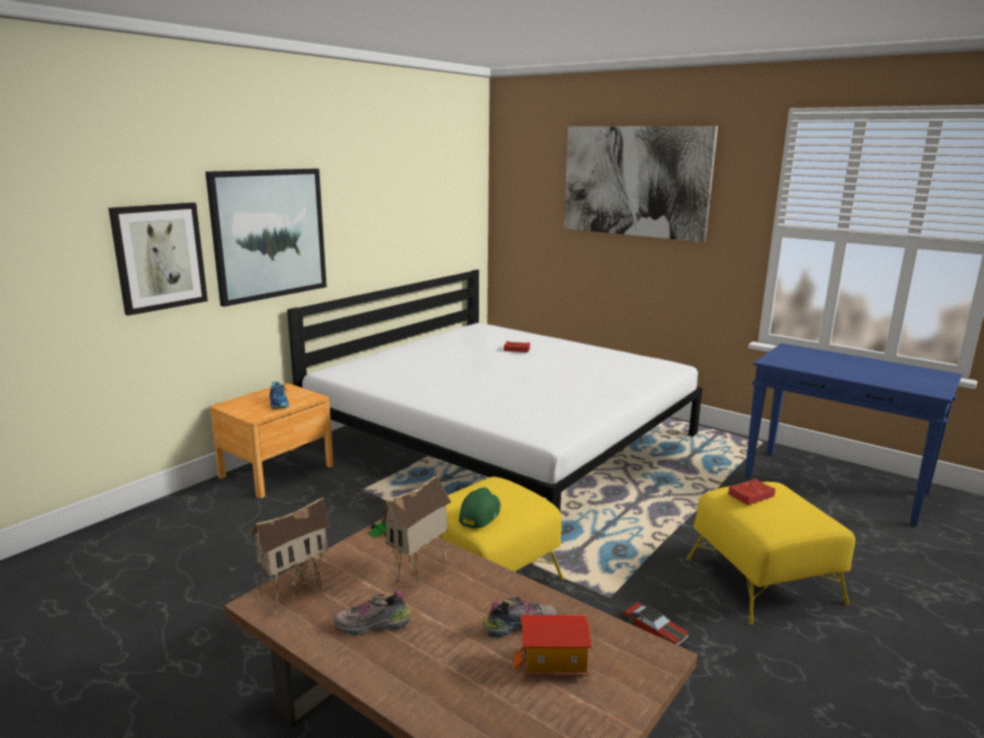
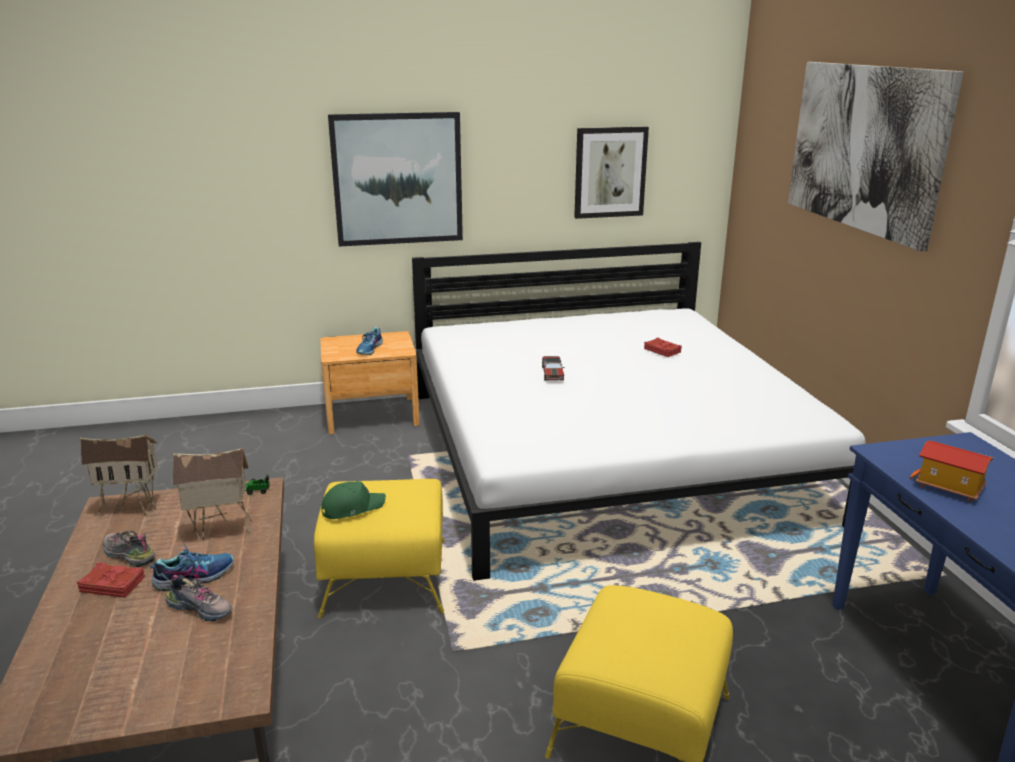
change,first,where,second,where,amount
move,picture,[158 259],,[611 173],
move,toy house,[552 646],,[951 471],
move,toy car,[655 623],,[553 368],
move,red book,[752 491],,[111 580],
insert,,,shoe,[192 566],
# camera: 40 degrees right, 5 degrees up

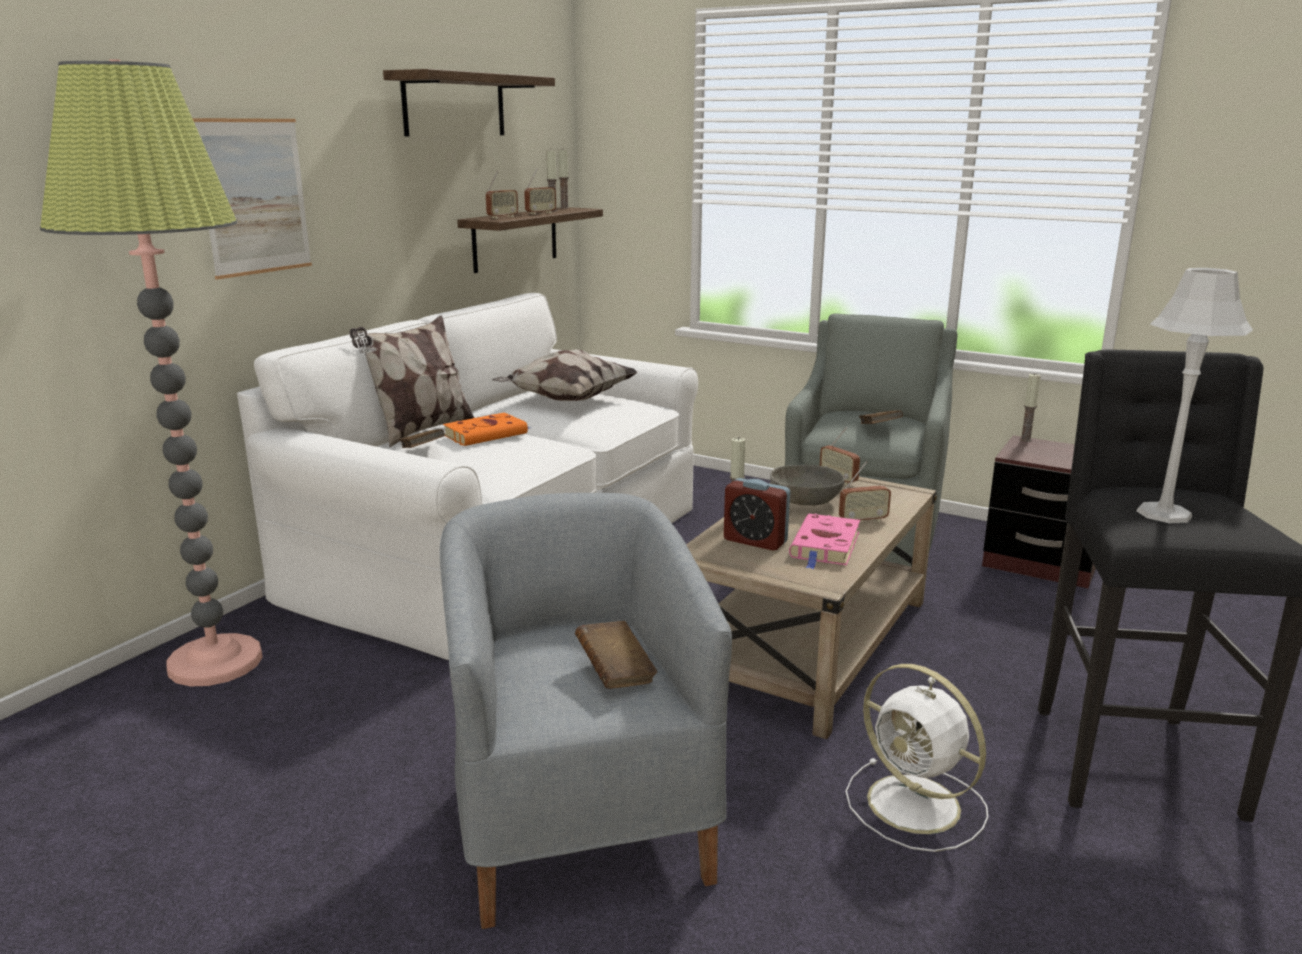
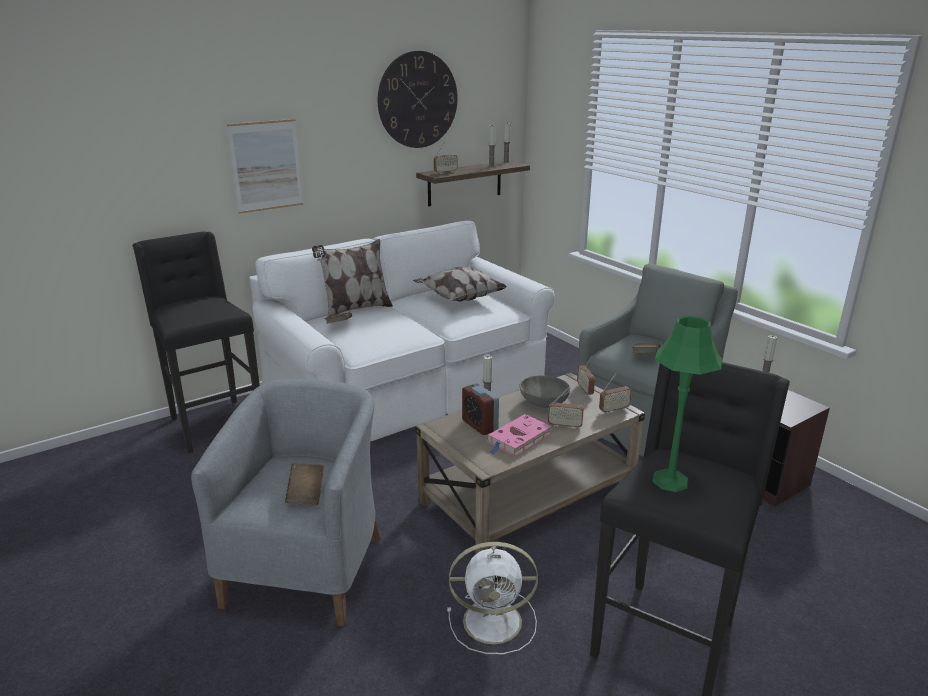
change,first,where,second,where,amount
replace,floor lamp,[151 372],black stool,[196 343],
replace,shelf,[469 103],wall clock,[418 99],
delete,orange book,[486 429],,,
move,radio,[540 191],,[615 393],
rotate,white fan,[916 758],,[492 598],75 degrees counterclockwise
recolor,grey table lamp,[1194 395],green table lamp,[687 403],
# camera: 25 degrees right, 5 degrees up

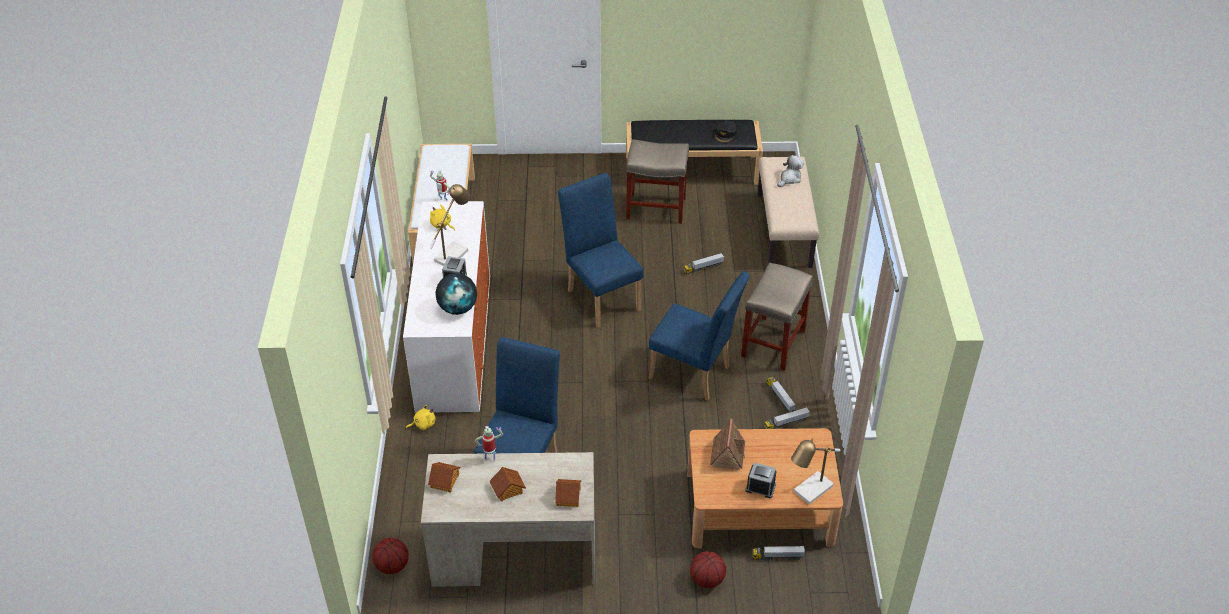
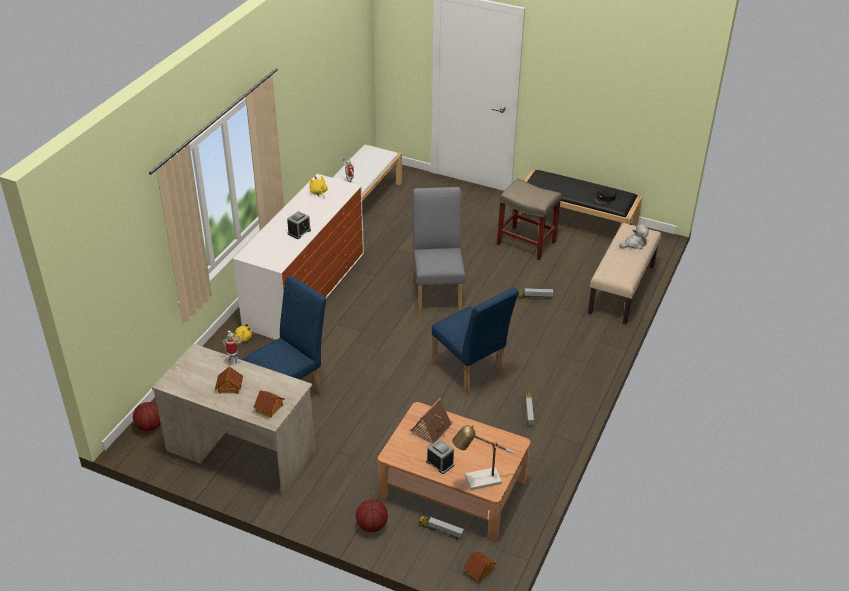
change,first,where,second,where,amount
move,toy house,[444 477],,[479 567],
delete,table lamp,[449 225],,,
delete,globe,[456 294],,,
recolor,blue chair,[601 250],grey chair,[439 250],
delete,beige stool,[777 317],,,
delete,toy truck,[787 418],,,
# camera: 25 degrees right, 5 degrees down

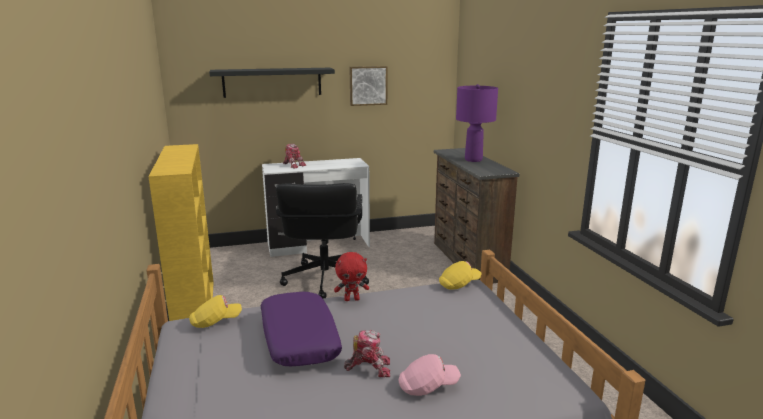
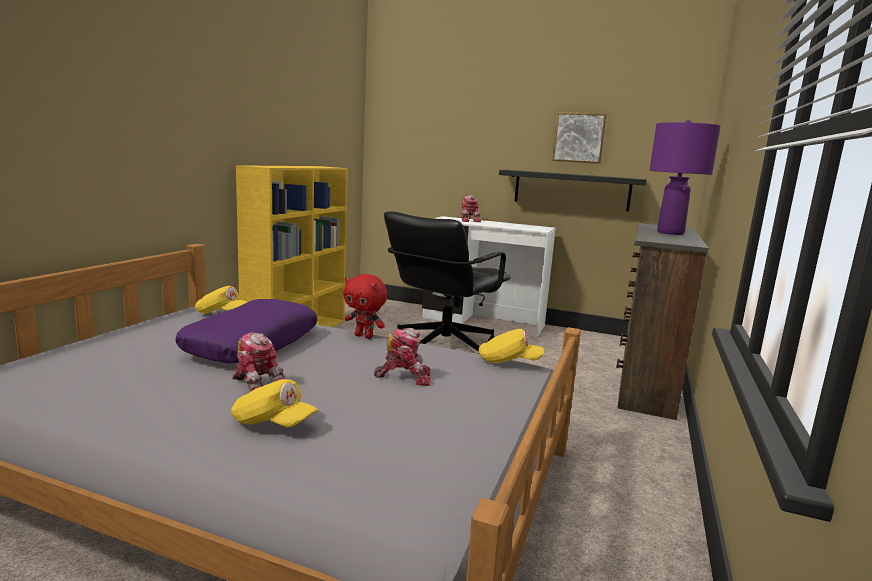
change,first,where,second,where,amount
move,black shelf,[272 83],,[573 190],
recolor,pink cap,[429 375],yellow cap,[274 403],
insert,,,toy robot,[402 357],
# camera: 35 degrees right, 5 degrees down

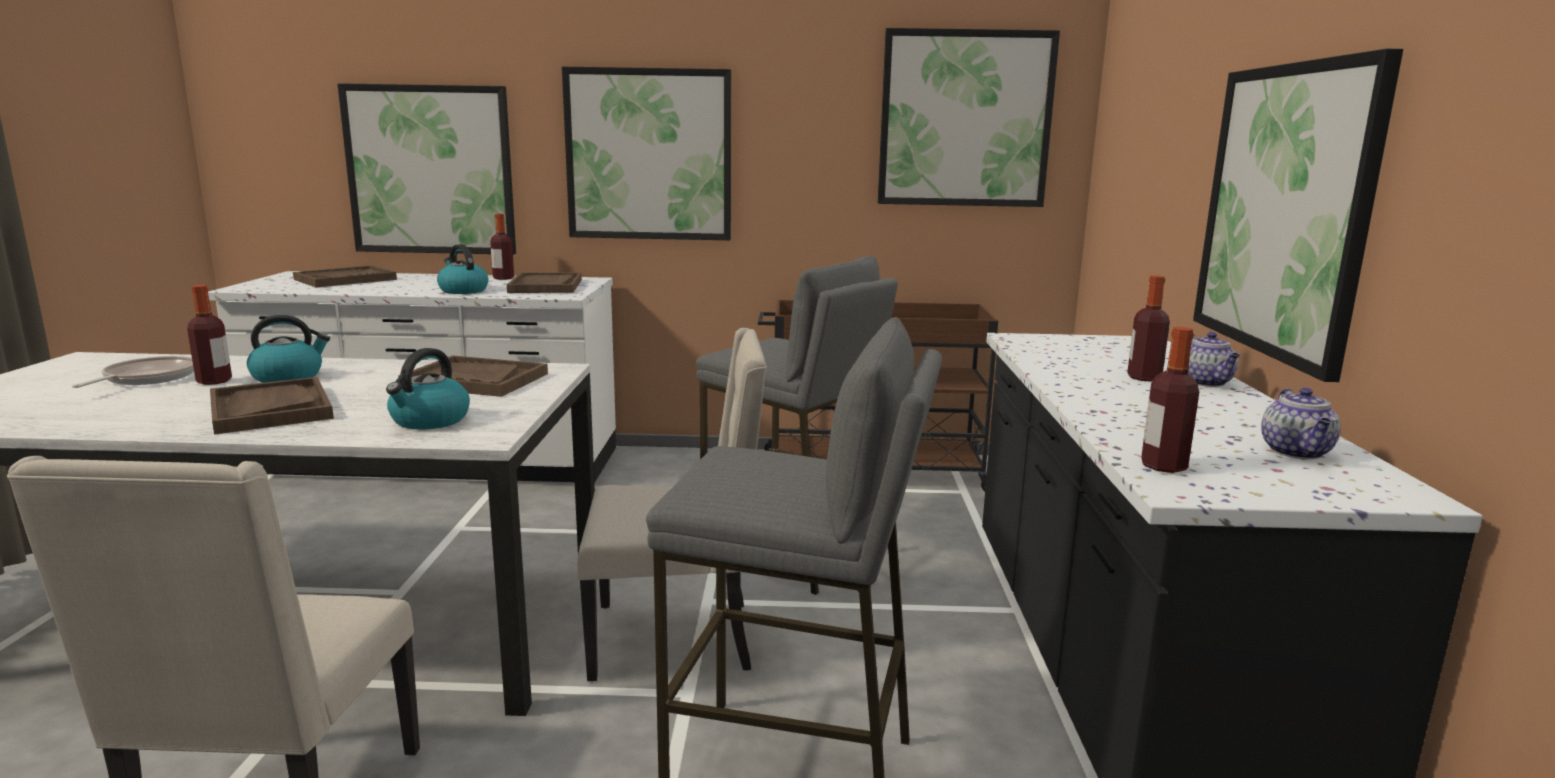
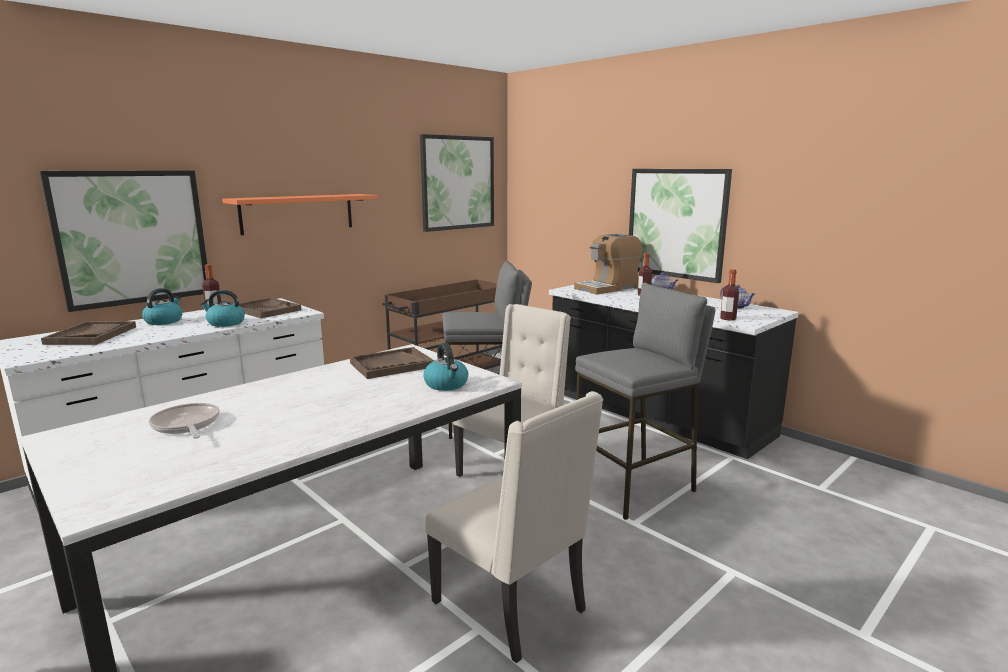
change,first,where,second,where,amount
delete,bottle,[209 335],,,
delete,brown tray,[272 406],,,
move,kettle,[288 349],,[162 306],
replace,picture,[646 153],orange shelf,[300 214],
insert,,,coffee machine,[608 264],
# camera: 45 degrees left, 0 degrees up

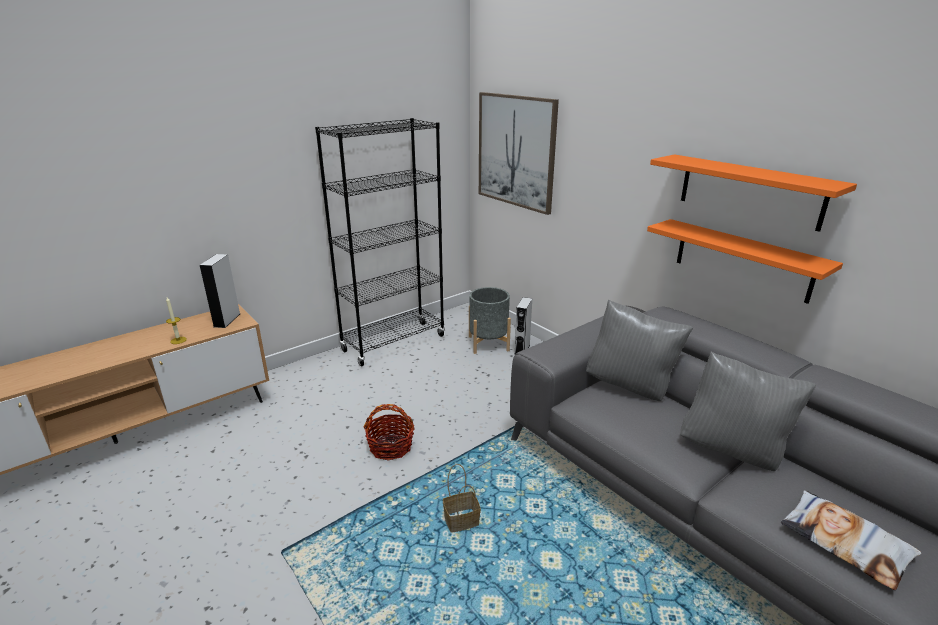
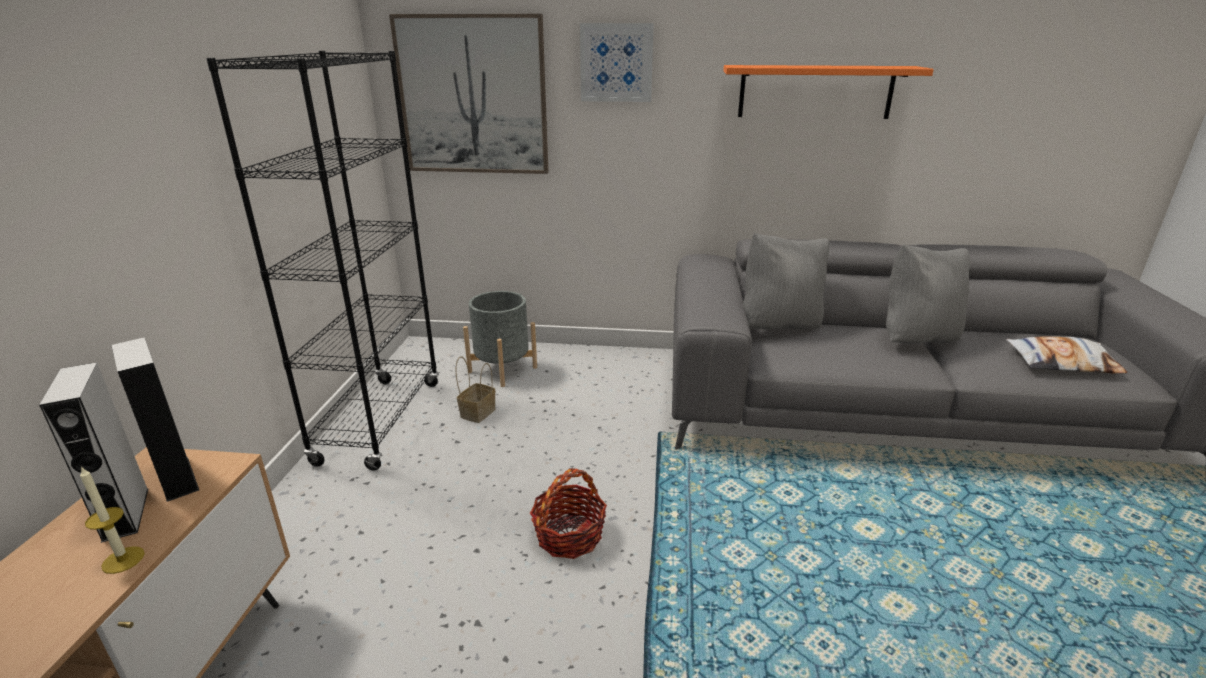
change,first,where,second,where,amount
move,basket,[462 498],,[475 390],
move,grey speaker,[523 326],,[94 452],
delete,orange shelf,[745 261],,,
insert,,,picture,[617 62],
# camera: 45 degrees left, 0 degrees up

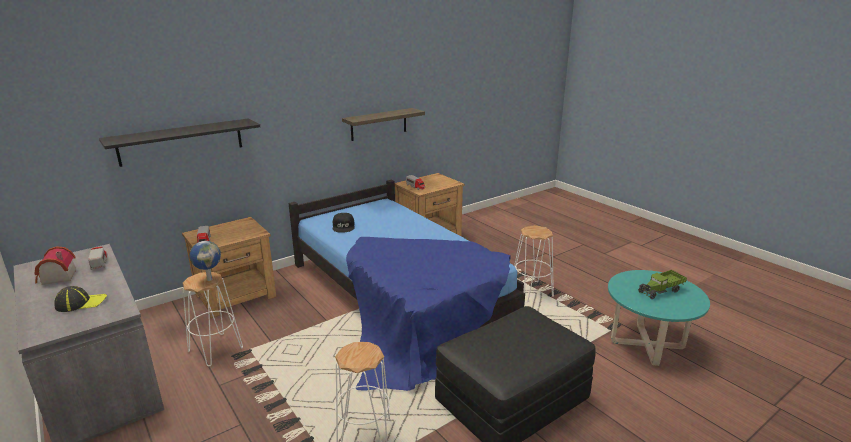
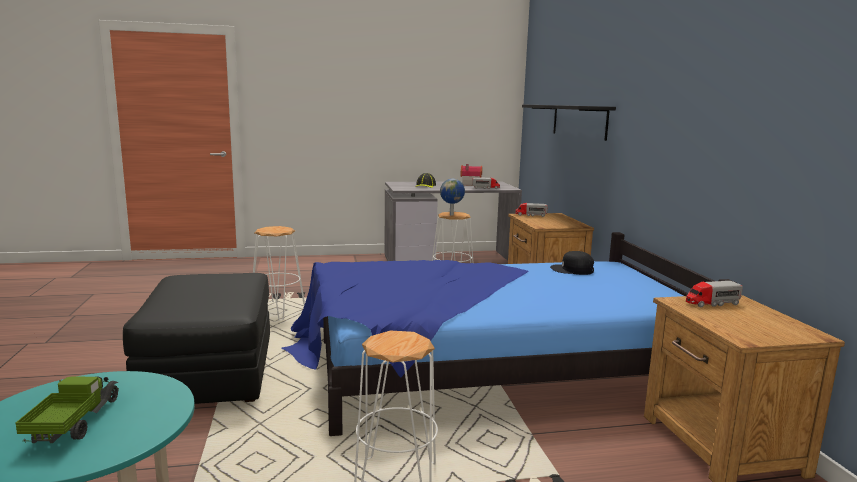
change,first,where,second,where,amount
delete,shelf,[383 124],,,
# camera: 115 degrees right, 10 degrees down

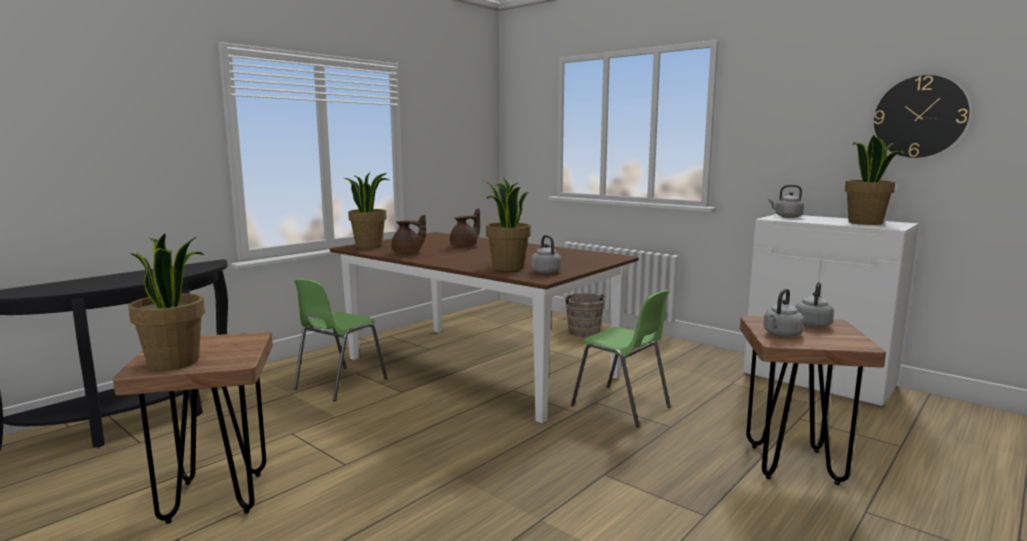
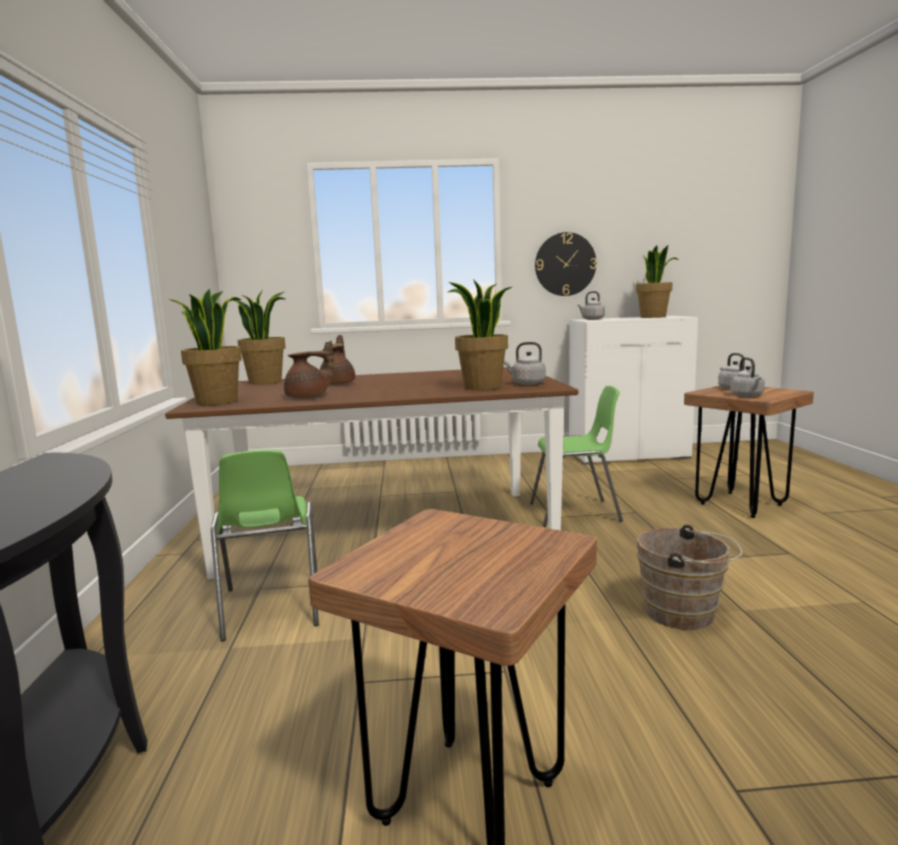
change,first,where,second,where,amount
move,potted plant,[166 301],,[260 338],
move,brown bucket,[586 315],,[689 577],
move,wall clock,[921 116],,[566 264],
# camera: 45 degrees left, 0 degrees up

